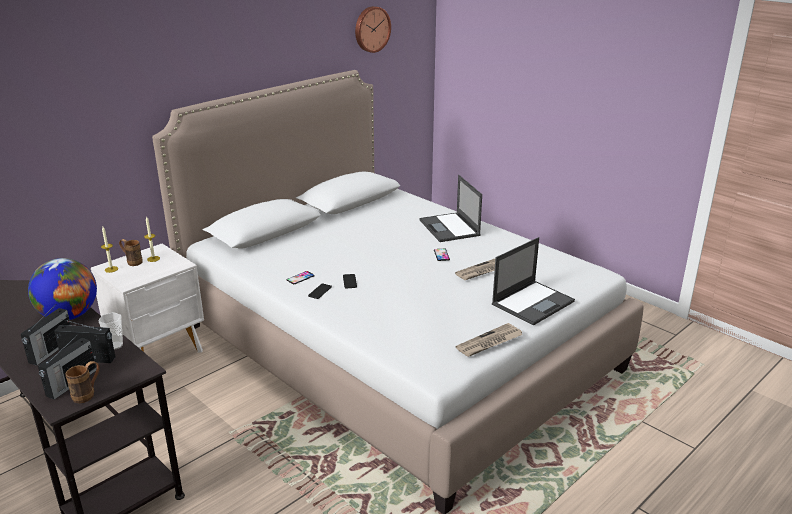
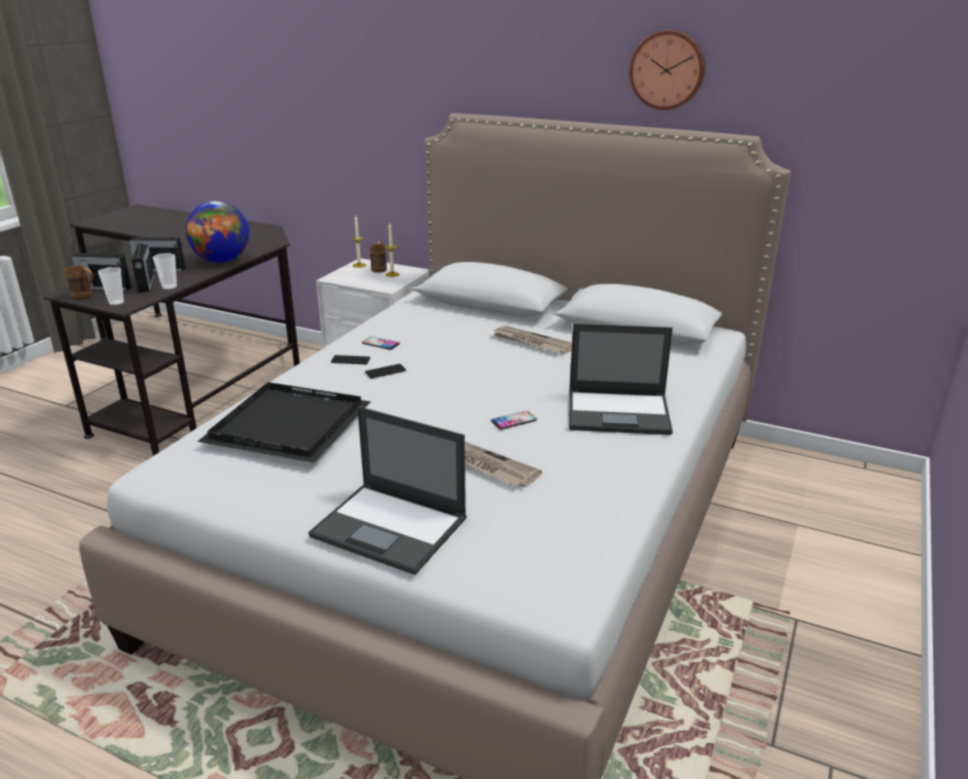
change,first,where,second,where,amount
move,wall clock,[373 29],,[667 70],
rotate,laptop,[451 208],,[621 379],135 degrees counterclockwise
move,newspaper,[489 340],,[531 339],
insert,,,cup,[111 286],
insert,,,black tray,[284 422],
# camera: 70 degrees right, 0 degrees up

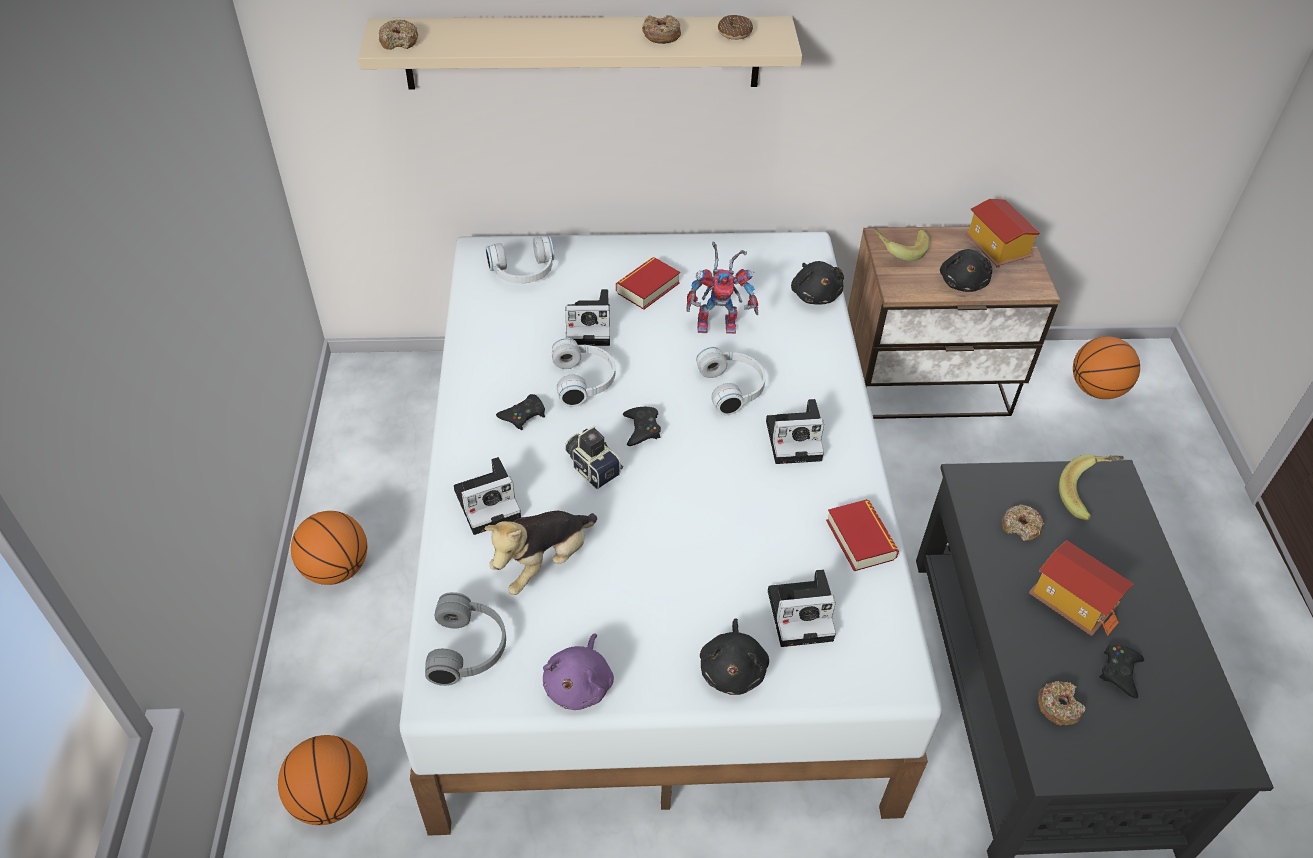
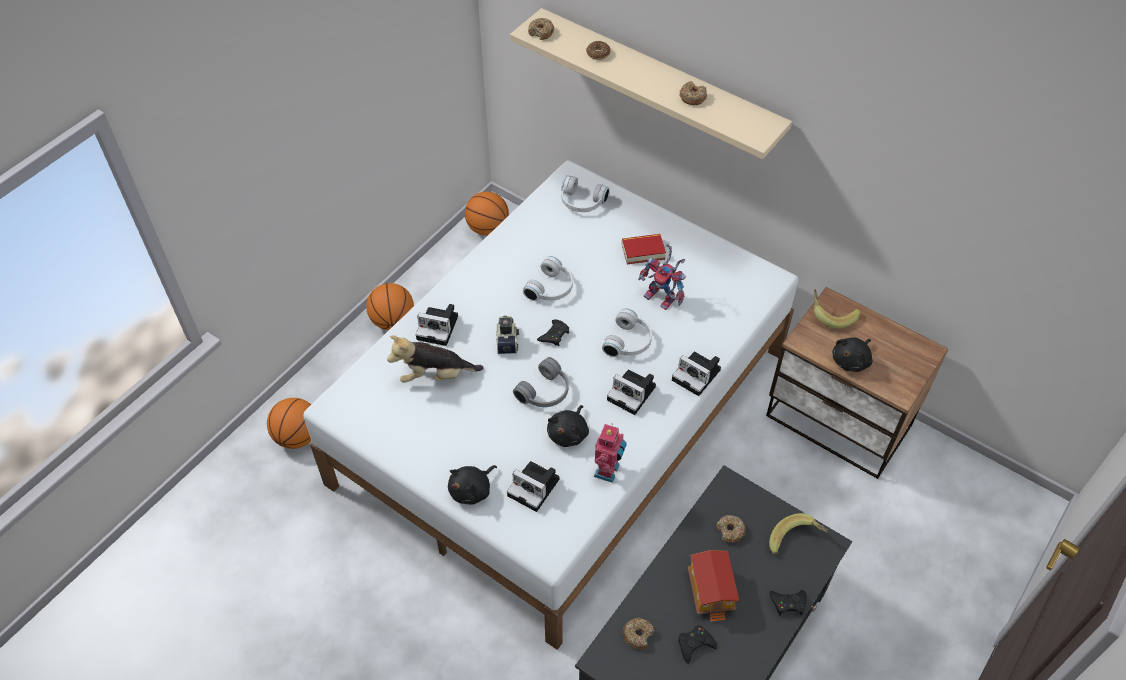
change,first,where,second,where,amount
move,grey headphones,[465 639],,[541 382],
move,black game controller,[520 412],,[788 603],
delete,purple plush toy,[578 672],,,
move,photo camera,[587 317],,[696 374],
move,donut,[735 27],,[598 50],
move,black plush toy,[817 283],,[568 426],
replace,book,[862 535],toy robot,[610 453],
delete,toy house,[1002 233],,,
move,basketball,[1106 367],,[487 214],
# camera: 40 degrees right, 5 degrees up

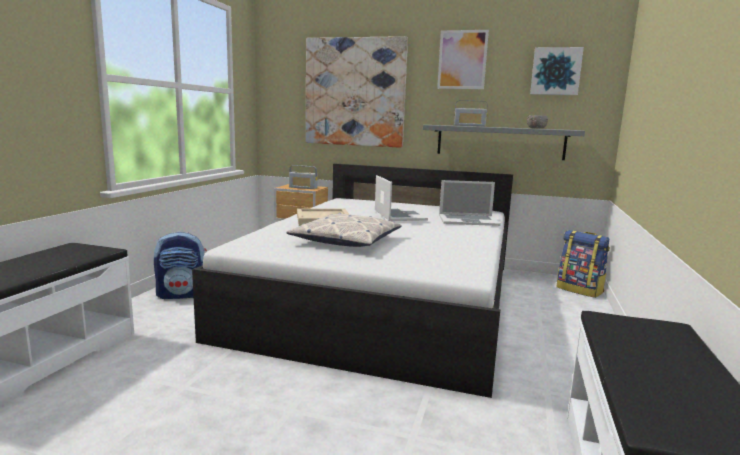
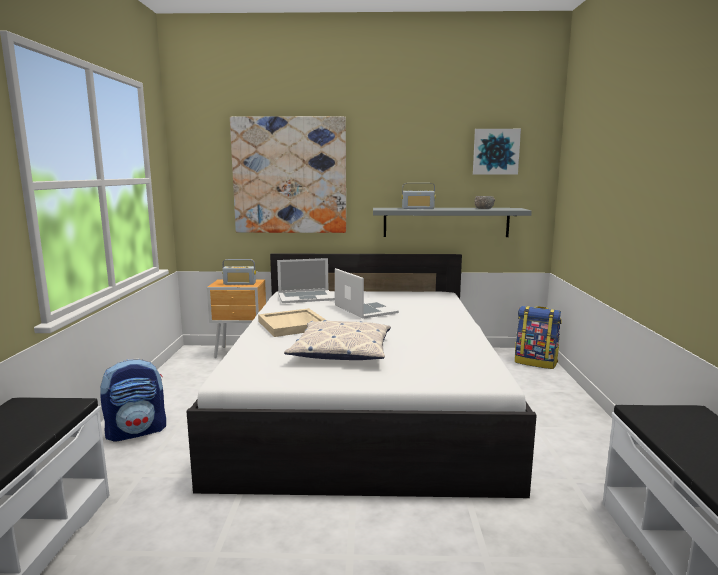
change,first,where,second,where,amount
delete,picture,[463 59],,,
move,laptop,[470 203],,[306 280],
# camera: 15 degrees left, 0 degrees up

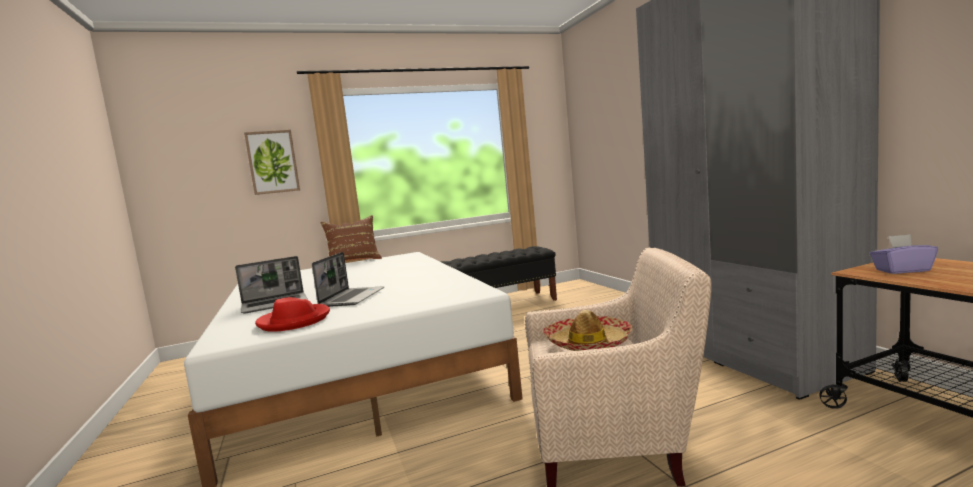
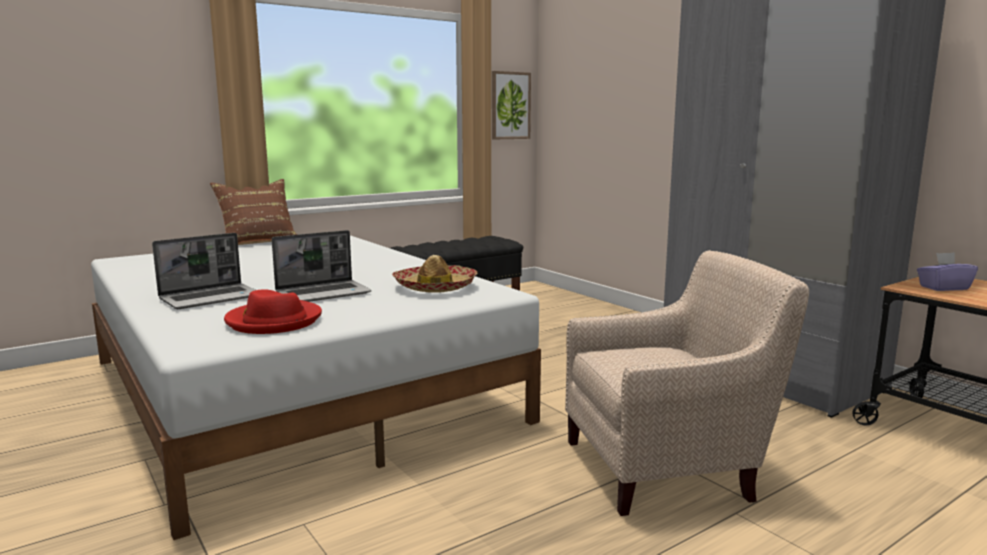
change,first,where,second,where,amount
move,picture,[272 162],,[511 105],
rotate,laptop,[348 279],,[321 266],60 degrees clockwise
move,hat,[587 330],,[434 274],
# camera: 15 degrees left, 5 degrees up

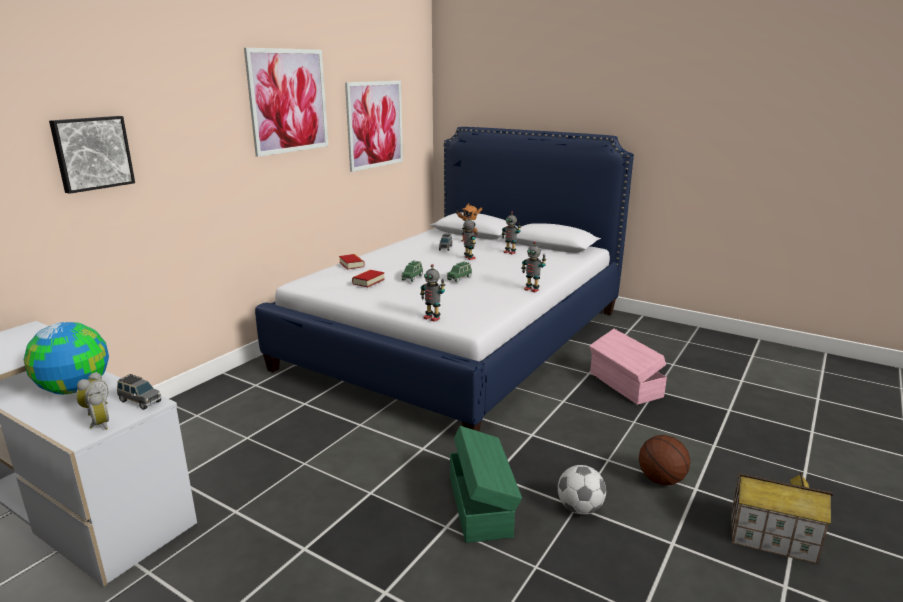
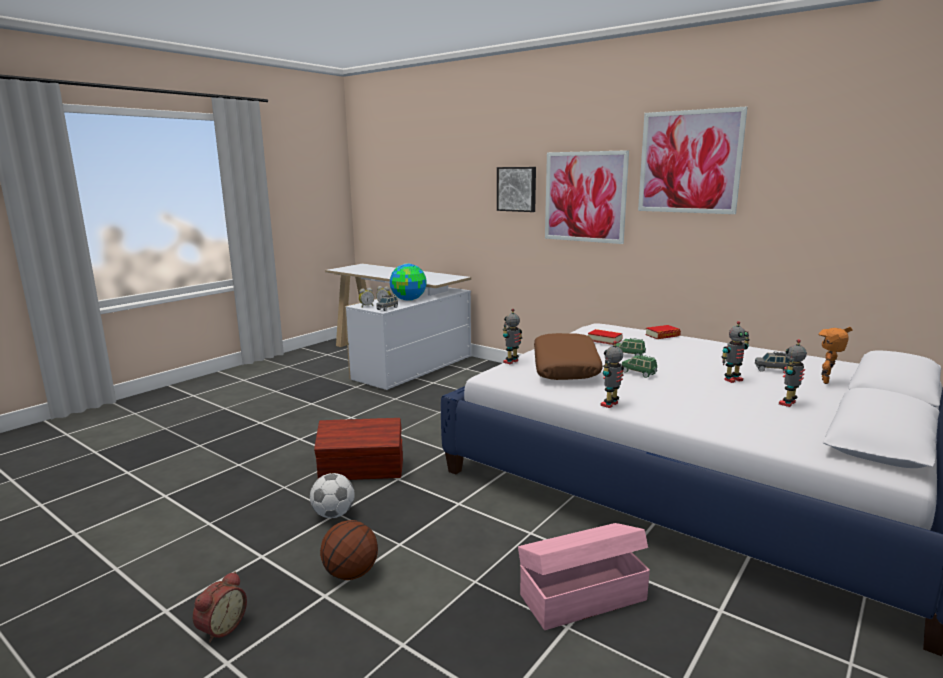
change,first,where,second,where,amount
move,picture,[374 126],,[587 197],
recolor,green storage box,[486 484],brown storage box,[358 449],
replace,toy house,[782 518],alarm clock,[220 607],
insert,,,brown pillow,[568 356],
# camera: 95 degrees right, 5 degrees down

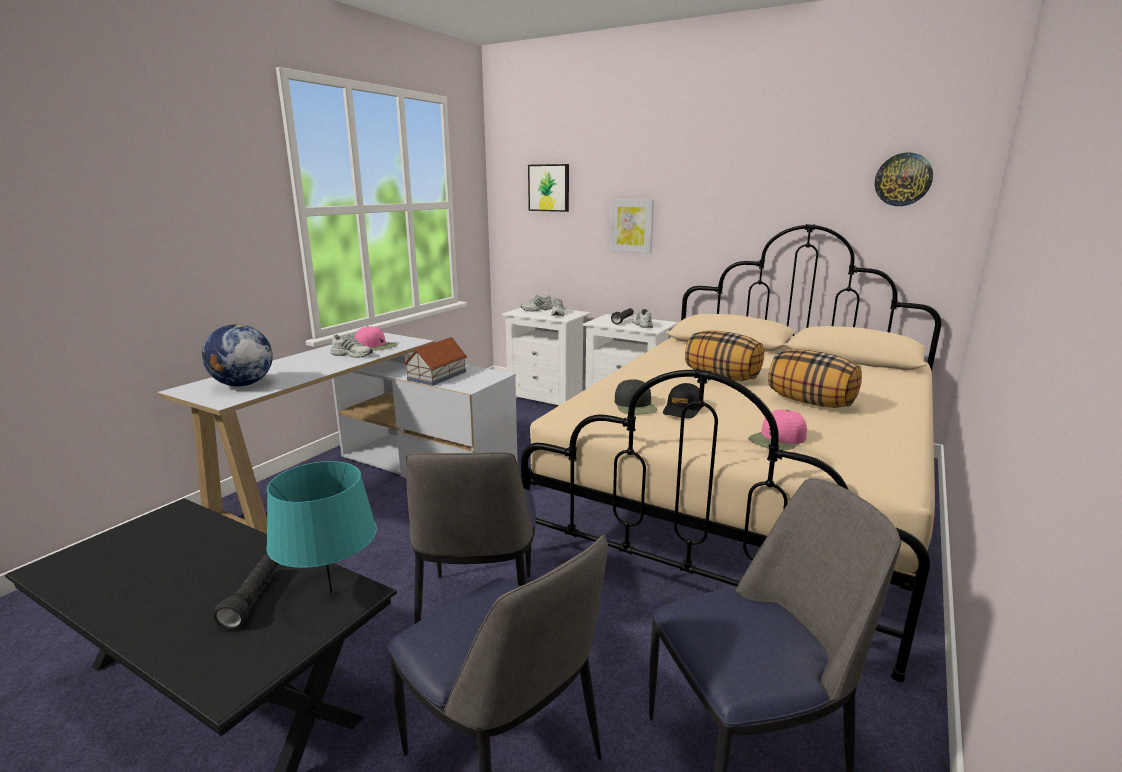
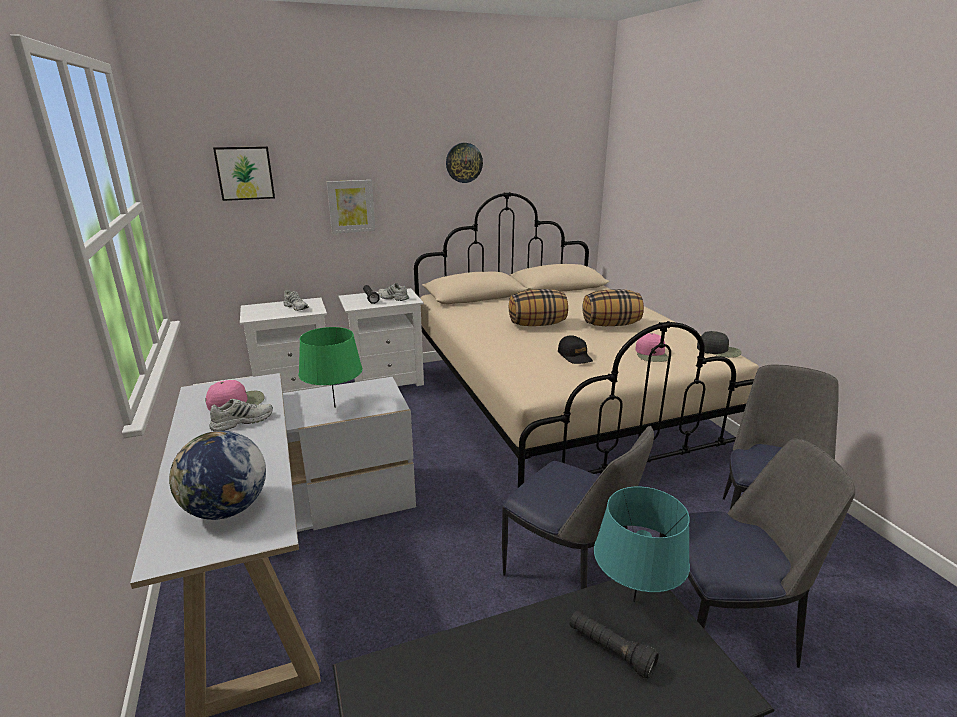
change,first,where,second,where,amount
replace,toy house,[435 361],green table lamp,[330 367],
delete,white shoe,[537 303],,,
move,black cap,[636 397],,[719 344],
move,wall clock,[904 179],,[464 163],
# camera: 50 degrees left, 5 degrees up

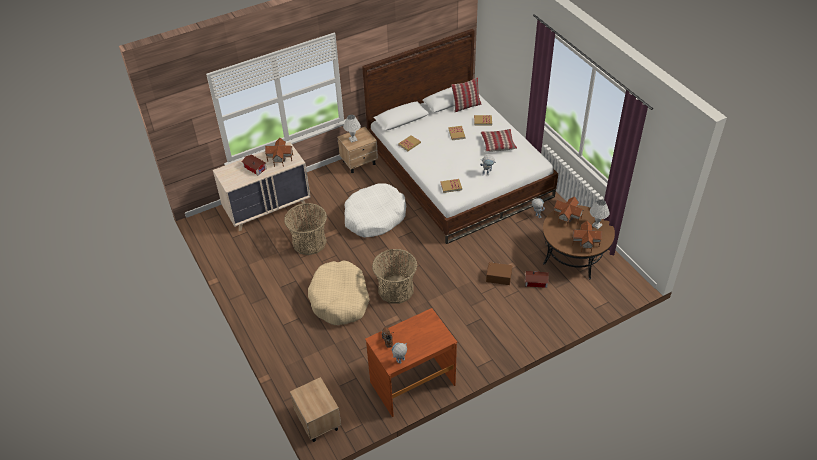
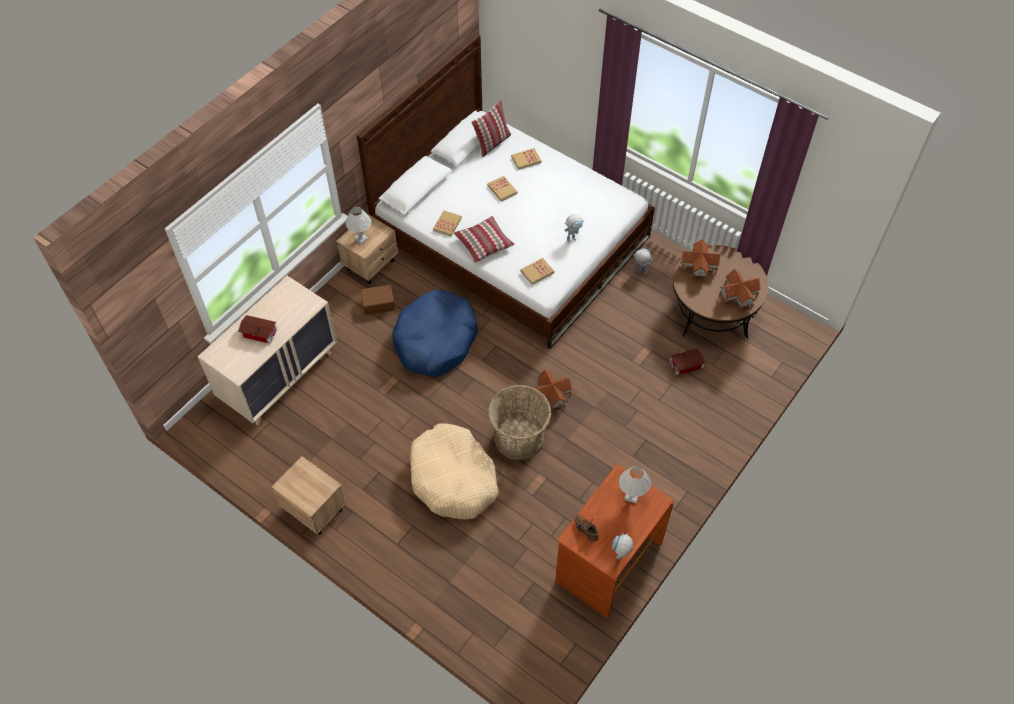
change,first,where,second,where,amount
move,toy house,[279 152],,[552 391],
delete,basket,[305 229],,,
move,beige nightstand,[315 409],,[309 495],
recolor,white dog bed,[375 210],blue dog bed,[435 333],
move,pillow,[499 140],,[484 239],
move,brown storage box,[499 273],,[377 300],
move,white table lamp,[600 214],,[635 484],
# camera: 25 degrees left, 10 degrees up

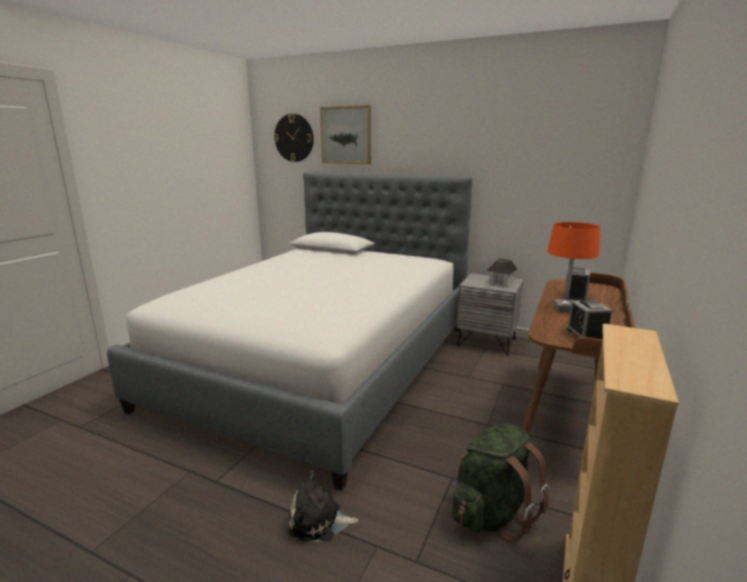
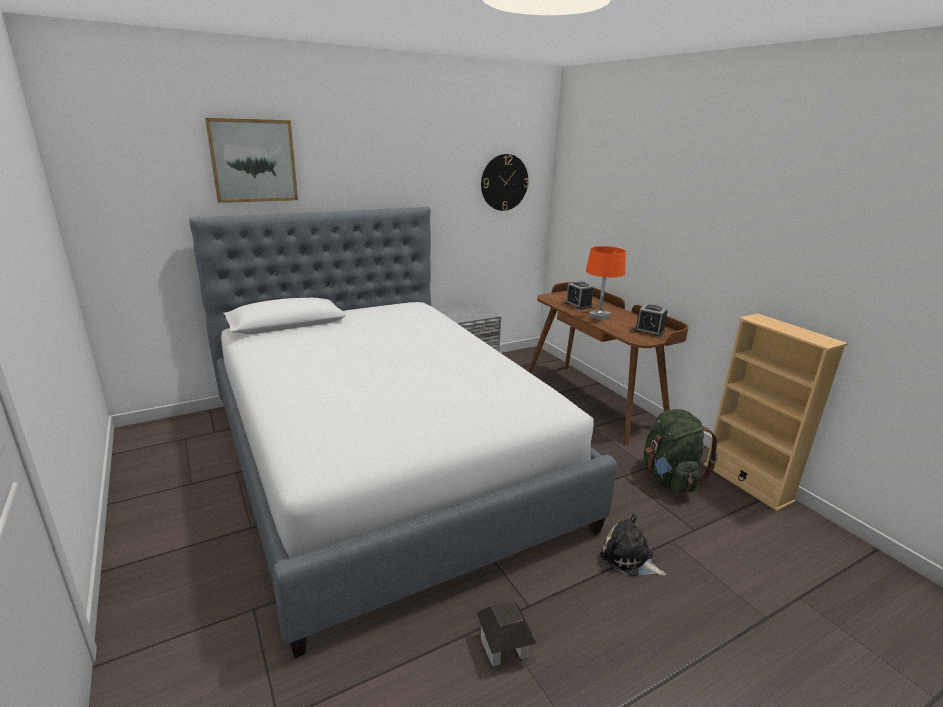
change,first,where,second,where,amount
move,wall clock,[294 138],,[505 182],
rotate,plush toy,[323 506],,[633 544],90 degrees clockwise
move,toy house,[502 273],,[507 633],
# camera: 55 degrees left, 5 degrees up

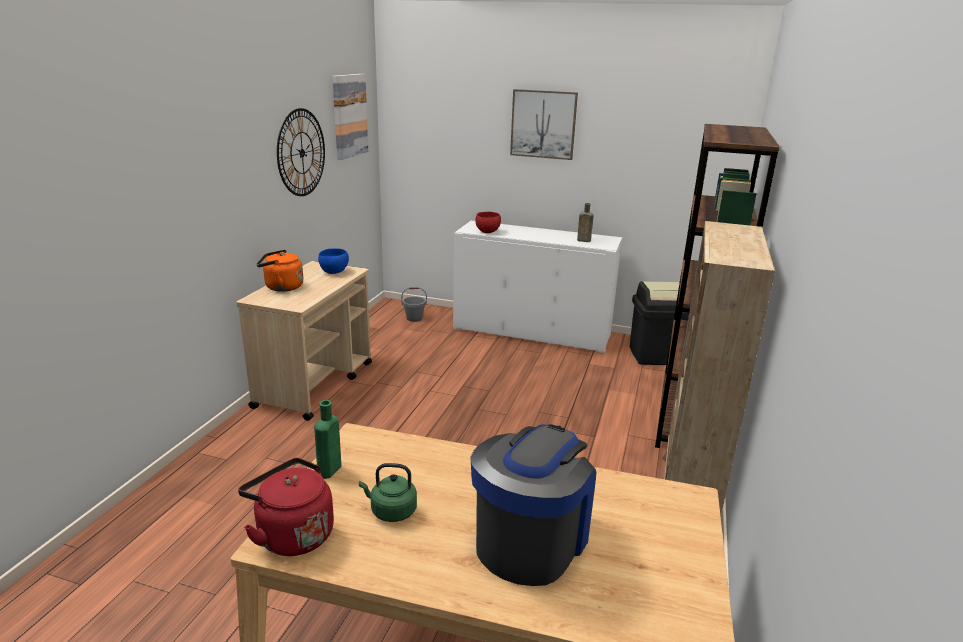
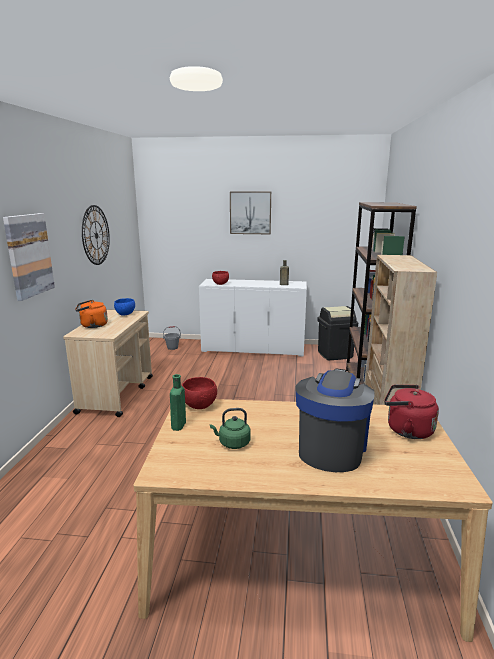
change,first,where,second,where,amount
move,red kettle,[286 507],,[411 412],
move,picture,[350 117],,[29 257],
insert,,,red bowl,[199 393],
# camera: 10 degrees left, 5 degrees down

